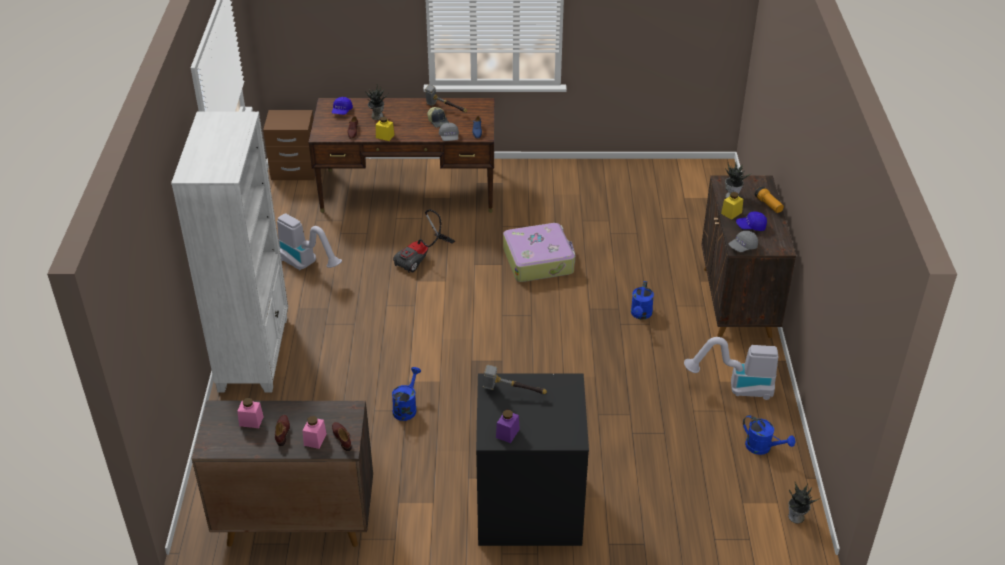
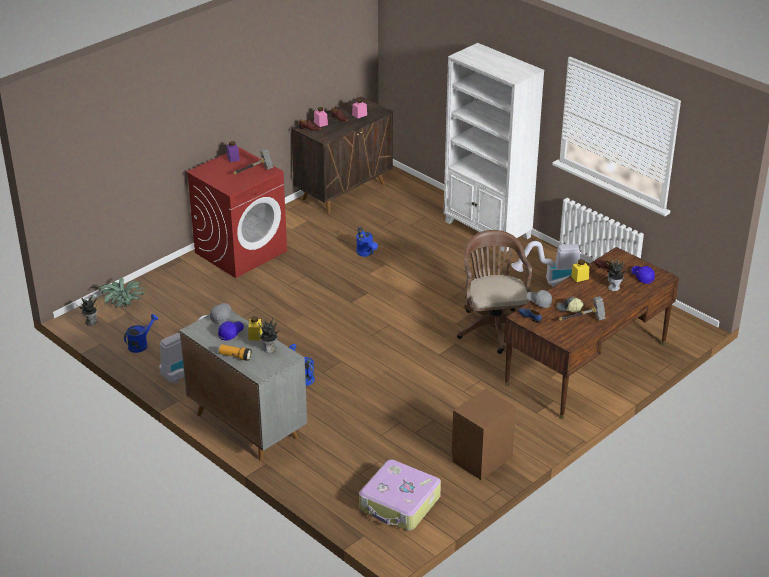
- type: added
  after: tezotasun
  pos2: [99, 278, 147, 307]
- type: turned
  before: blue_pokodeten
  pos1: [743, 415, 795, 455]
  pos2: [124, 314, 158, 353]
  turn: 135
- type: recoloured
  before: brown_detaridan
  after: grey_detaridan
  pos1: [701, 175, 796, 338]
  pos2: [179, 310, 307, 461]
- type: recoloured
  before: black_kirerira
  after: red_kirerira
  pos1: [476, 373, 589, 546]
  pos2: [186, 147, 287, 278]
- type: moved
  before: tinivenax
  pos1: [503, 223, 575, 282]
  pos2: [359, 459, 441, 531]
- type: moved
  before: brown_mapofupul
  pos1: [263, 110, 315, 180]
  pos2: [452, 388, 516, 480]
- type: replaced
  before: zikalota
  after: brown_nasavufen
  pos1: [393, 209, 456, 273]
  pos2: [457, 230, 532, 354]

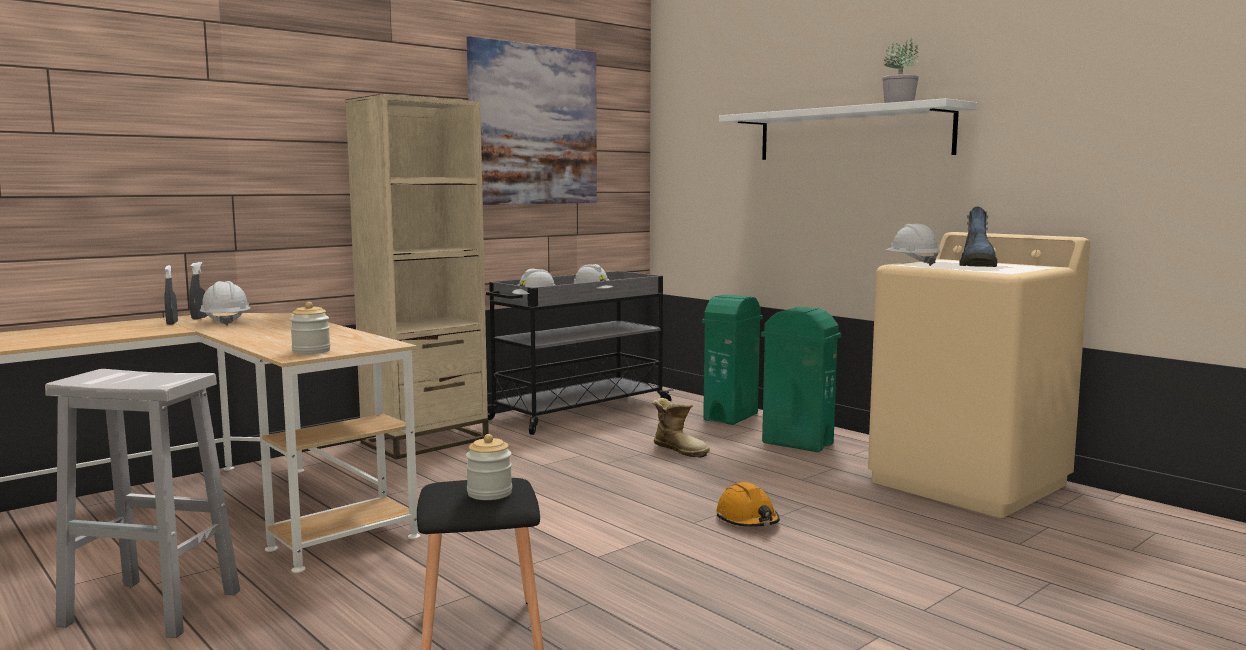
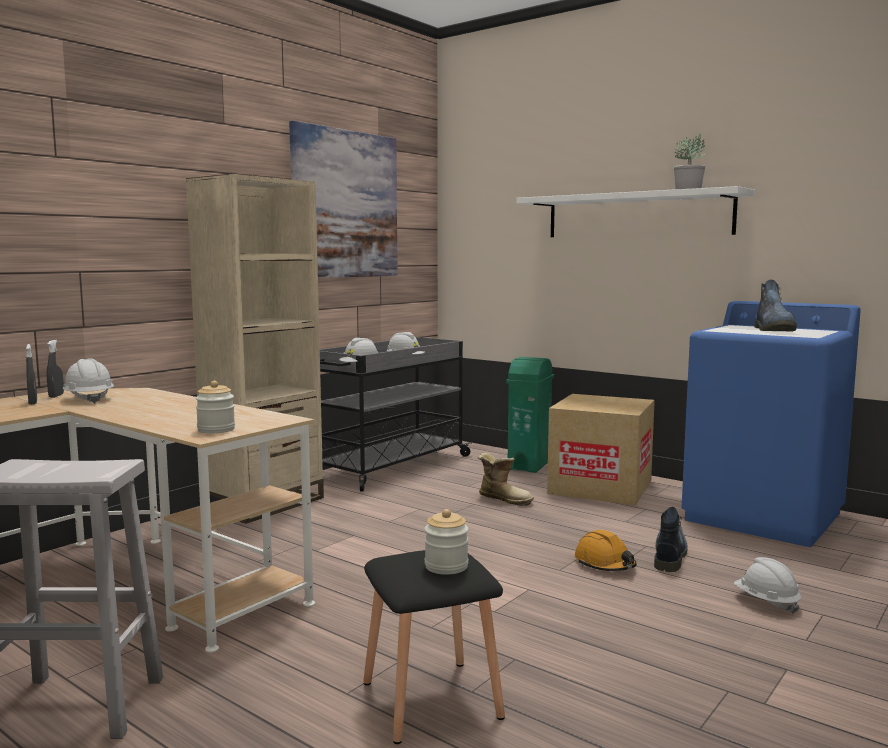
- type: replaced
  before: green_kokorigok
  after: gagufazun
  pos1: [761, 307, 841, 452]
  pos2: [547, 394, 655, 506]
- type: added
  after: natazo
  pos2: [654, 507, 688, 572]
- type: recoloured
  before: beige_kirerira
  after: blue_kirerira
  pos1: [868, 232, 1090, 518]
  pos2: [682, 301, 861, 547]
- type: moved
  before: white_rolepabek
  pos1: [885, 224, 940, 266]
  pos2: [734, 557, 801, 614]

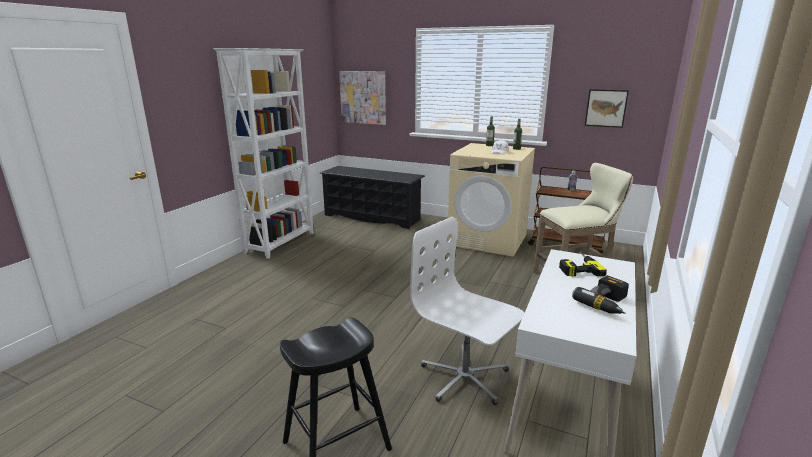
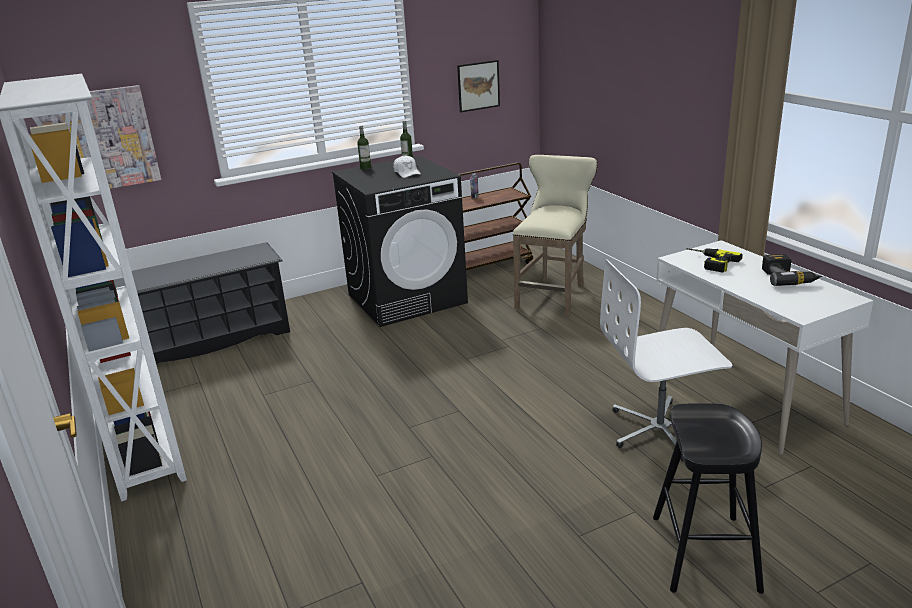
- type: recoloured
  before: beige_kirerira
  after: black_kirerira
  pos1: [447, 143, 535, 257]
  pos2: [332, 156, 468, 327]

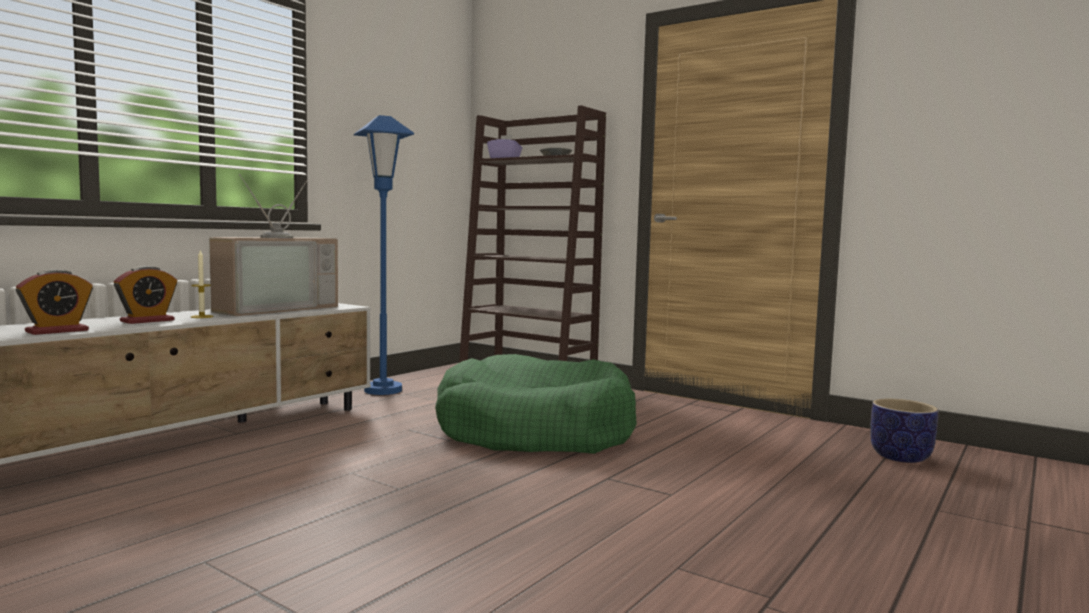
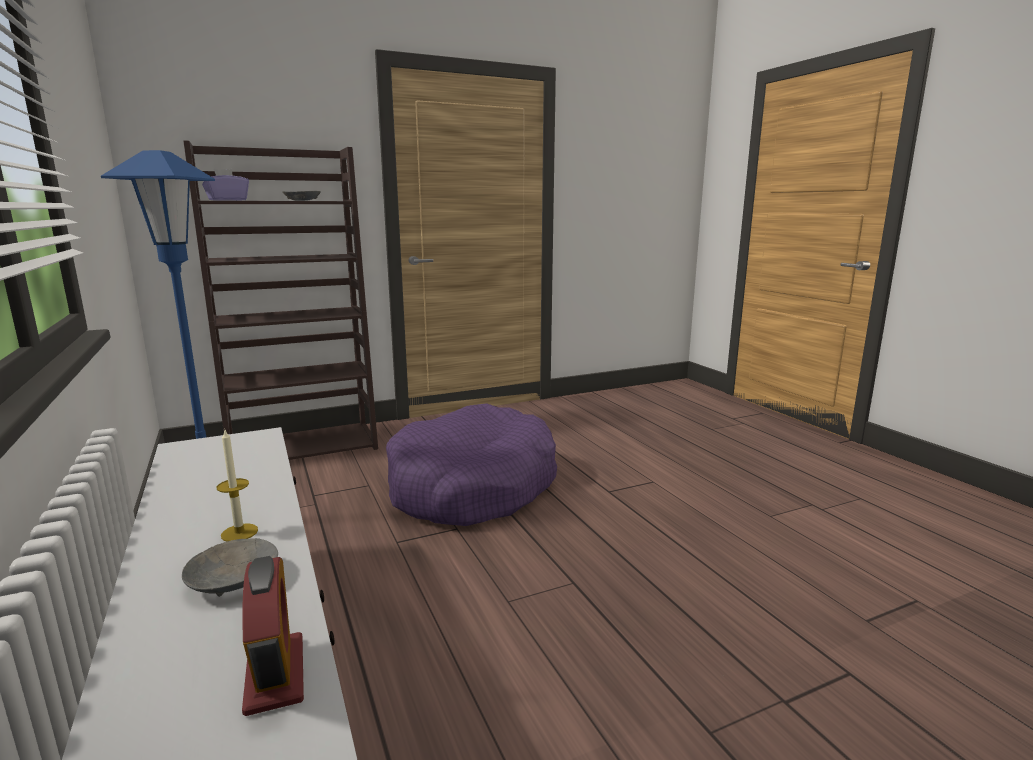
- type: replaced
  before: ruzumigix
  after: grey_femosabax
  pos1: [114, 266, 177, 324]
  pos2: [182, 538, 278, 597]
- type: recoloured
  before: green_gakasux
  after: purple_gakasux
  pos1: [435, 354, 637, 454]
  pos2: [386, 403, 557, 526]
- type: removed
  before: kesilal
  pos1: [209, 174, 338, 316]
- type: removed
  before: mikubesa
  pos1: [870, 398, 938, 463]

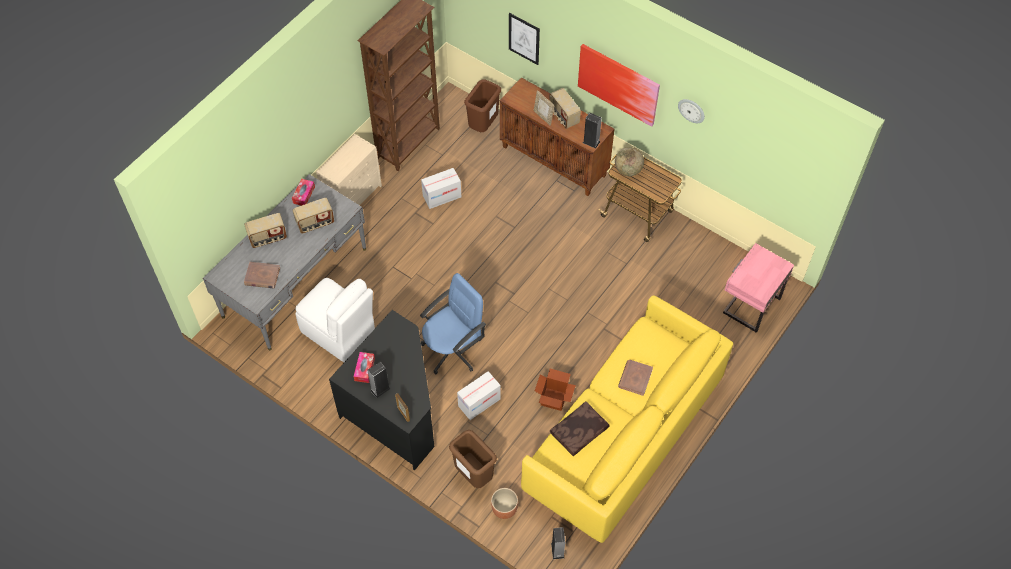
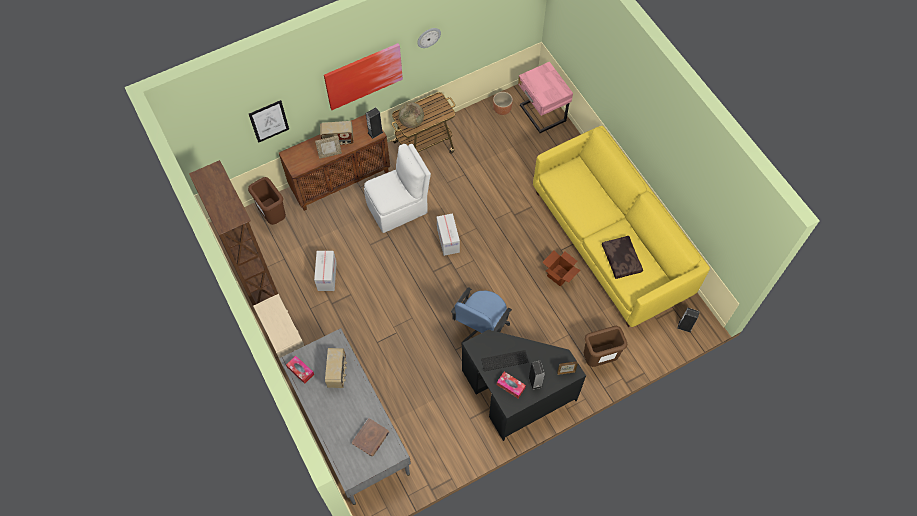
- type: moved
  before: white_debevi
  pos1: [295, 278, 375, 362]
  pos2: [364, 144, 431, 233]
- type: moved
  before: gagufazun
  pos1: [457, 371, 501, 420]
  pos2: [437, 213, 460, 256]
- type: turned
  before: blue_nasavufen
  pos1: [420, 273, 486, 375]
  pos2: [451, 287, 512, 345]
  turn: -135
- type: added
  after: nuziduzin
  pos2: [481, 350, 529, 371]
- type: moved
  before: brown_mikubesa
  pos1: [491, 488, 518, 519]
  pos2: [493, 92, 513, 115]
- type: removed
  before: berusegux
  pos1: [244, 213, 287, 248]
- type: removed
  before: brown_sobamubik
  pos1: [618, 360, 653, 396]

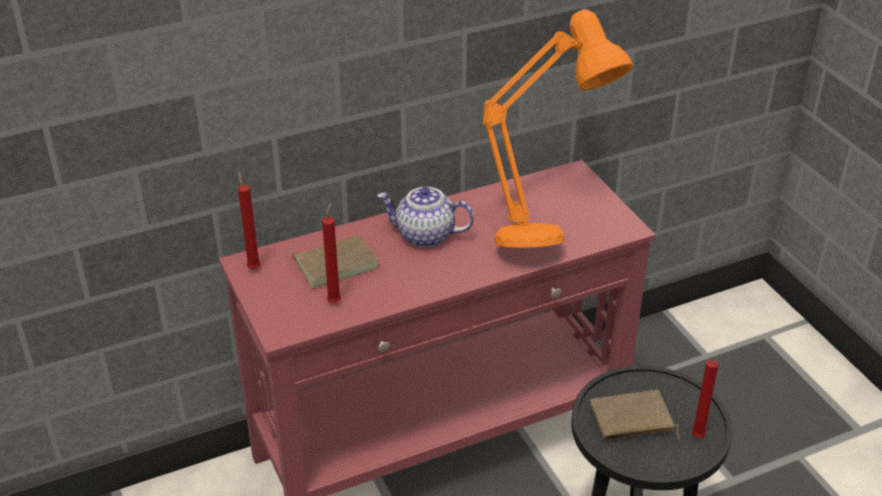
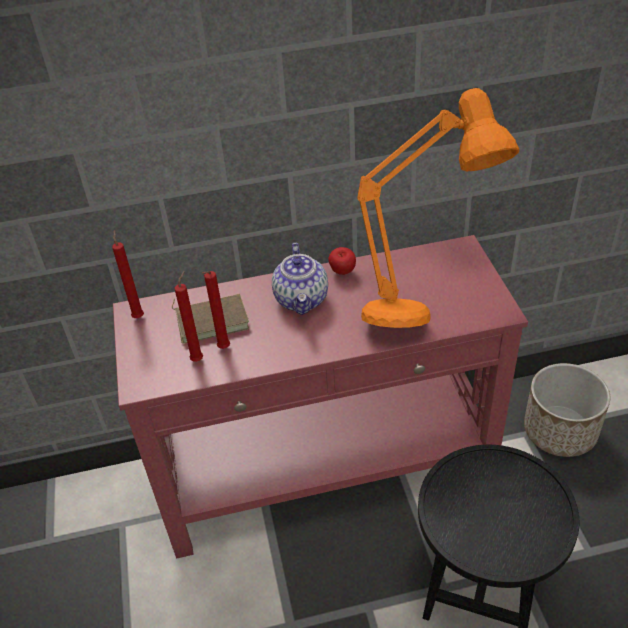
- type: moved
  before: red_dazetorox
  pos1: [692, 360, 718, 437]
  pos2: [202, 271, 230, 349]
- type: turned
  before: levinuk
  pos1: [377, 187, 474, 247]
  pos2: [272, 243, 328, 315]
  turn: -120
- type: added
  after: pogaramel
  pos2: [328, 247, 356, 275]
- type: added
  after: mikubesa
  pos2: [524, 363, 610, 457]
- type: removed
  before: brown_sobamubik
  pos1: [591, 390, 679, 440]

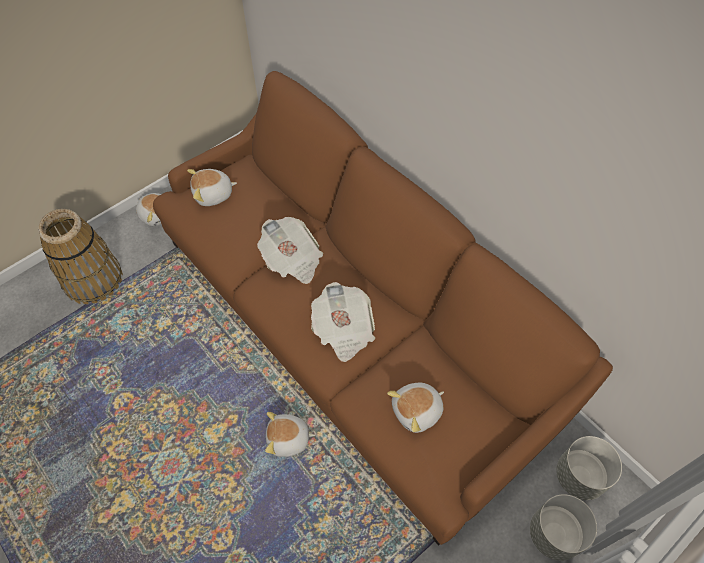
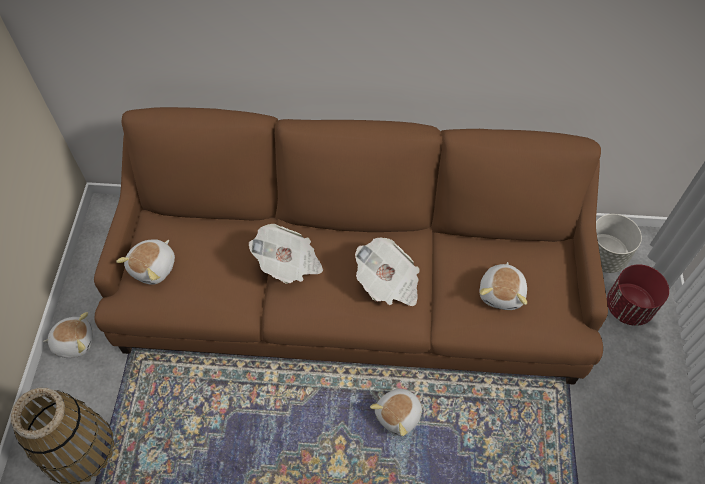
- type: recoloured
  before: grey_mikubesa
  after: red_mikubesa
  pos1: [530, 494, 597, 561]
  pos2: [607, 264, 669, 326]

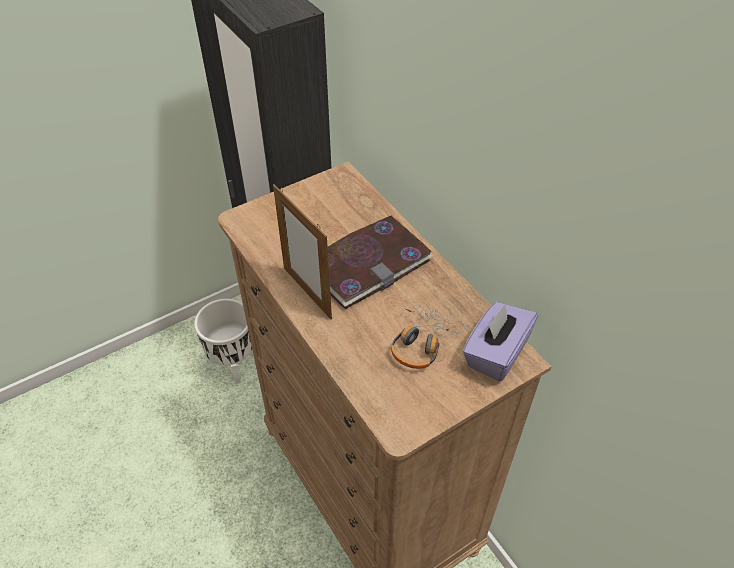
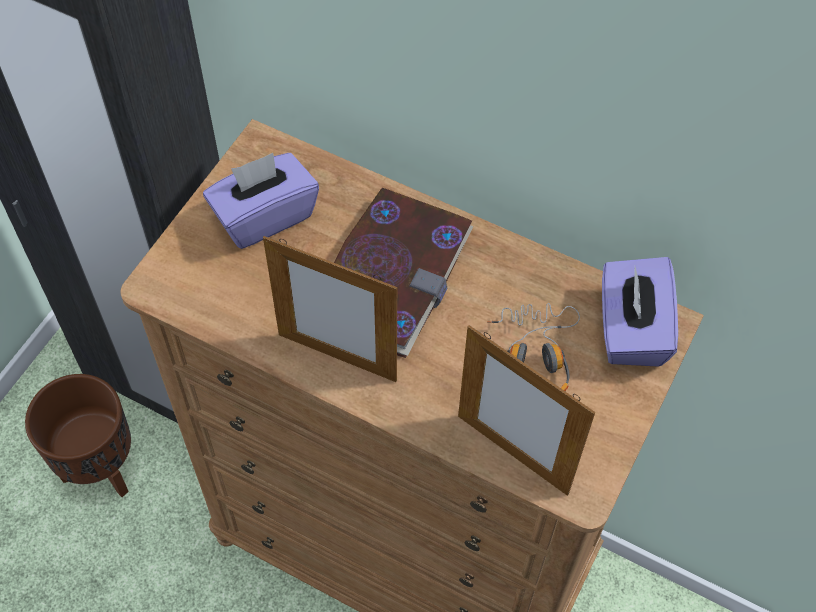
- type: recoloured
  before: white_mikubesa
  after: brown_mikubesa
  pos1: [194, 299, 253, 384]
  pos2: [25, 374, 131, 497]
- type: added
  after: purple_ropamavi
  pos2: [203, 153, 319, 249]
- type: added
  after: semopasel
  pos2: [458, 325, 595, 496]

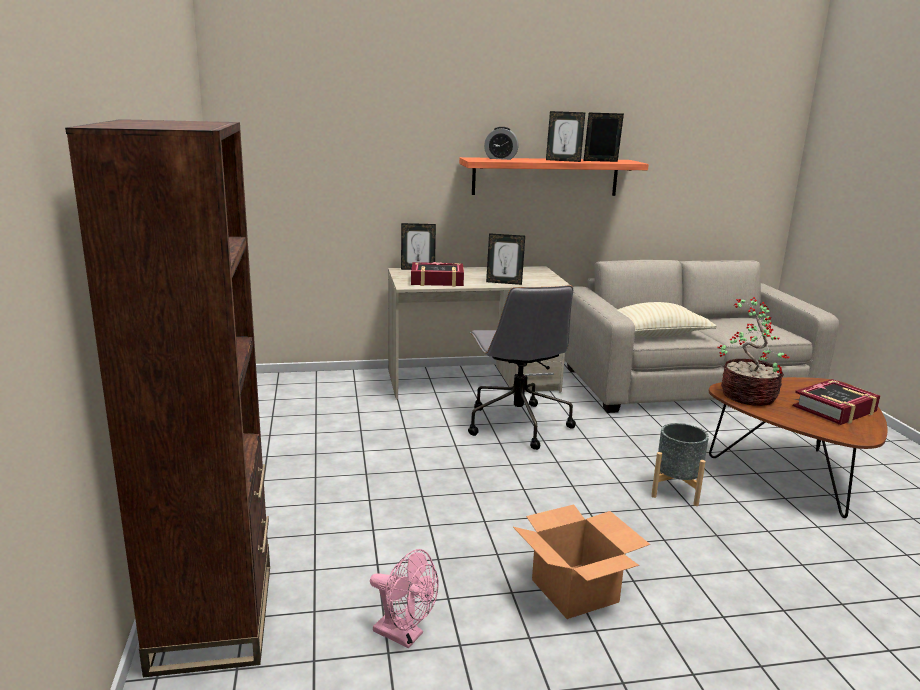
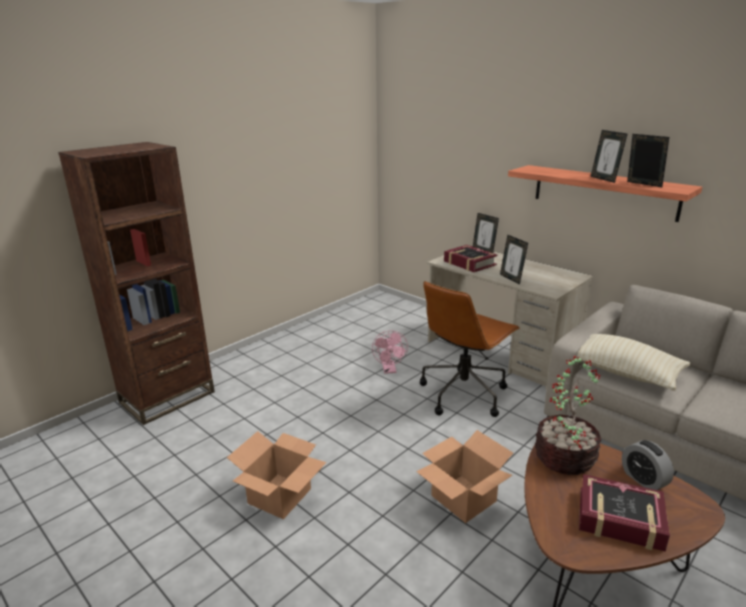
- type: moved
  before: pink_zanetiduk
  pos1: [370, 549, 439, 648]
  pos2: [372, 330, 408, 374]
- type: replaced
  before: grey_mikubesa
  after: gagufazun
  pos1: [651, 423, 709, 506]
  pos2: [416, 430, 513, 523]
- type: recoloured
  before: grey_nasavufen
  after: brown_nasavufen
  pos1: [468, 285, 576, 450]
  pos2: [420, 281, 520, 417]
- type: moved
  before: ruzumigix
  pos1: [484, 127, 519, 160]
  pos2: [622, 440, 674, 490]

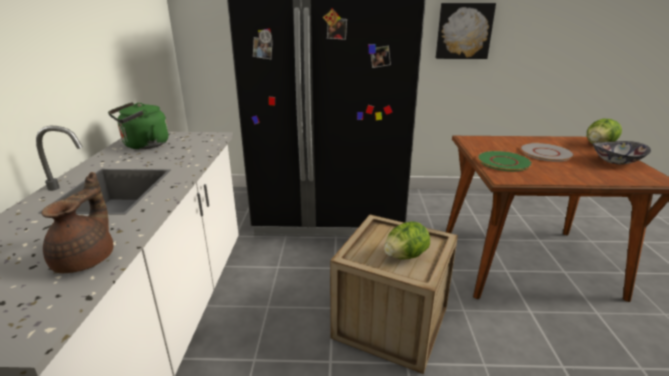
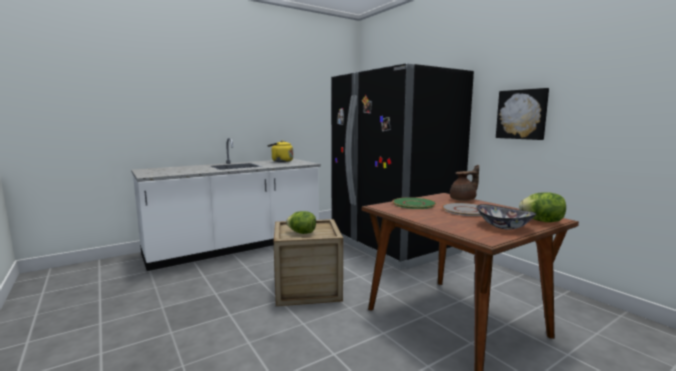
- type: recoloured
  before: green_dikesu
  after: yellow_dikesu
  pos1: [108, 102, 169, 149]
  pos2: [267, 141, 293, 162]
- type: moved
  before: brown_levinuk
  pos1: [41, 172, 114, 273]
  pos2: [450, 165, 479, 201]

